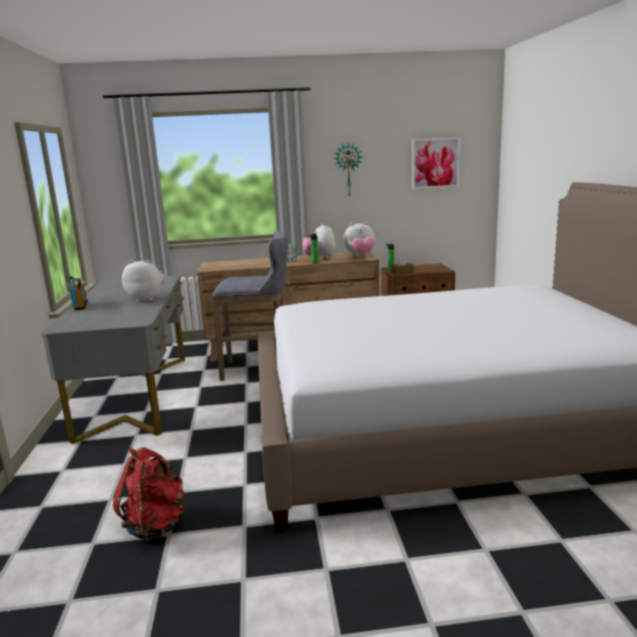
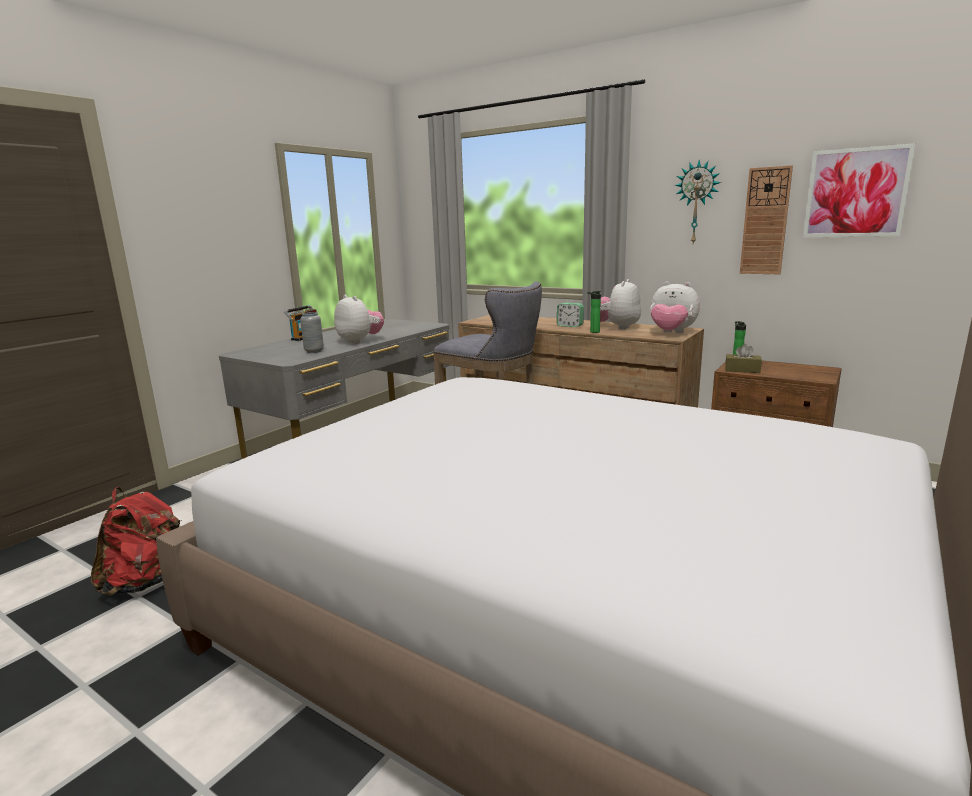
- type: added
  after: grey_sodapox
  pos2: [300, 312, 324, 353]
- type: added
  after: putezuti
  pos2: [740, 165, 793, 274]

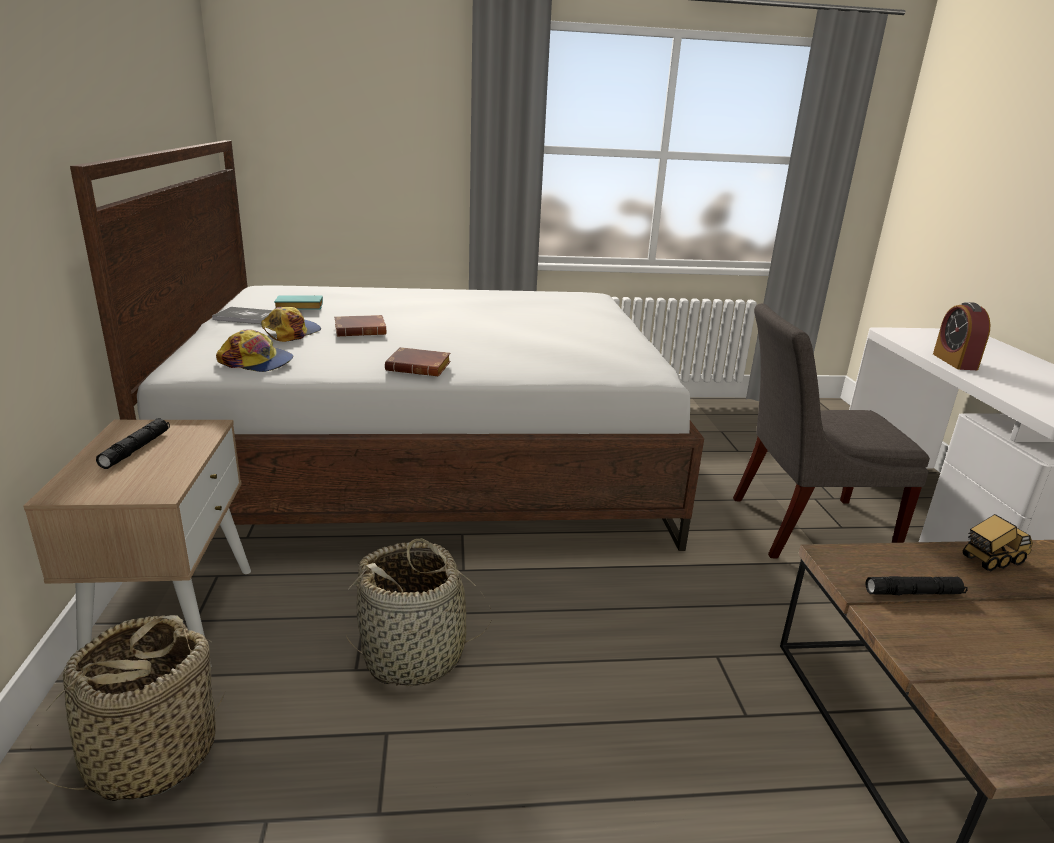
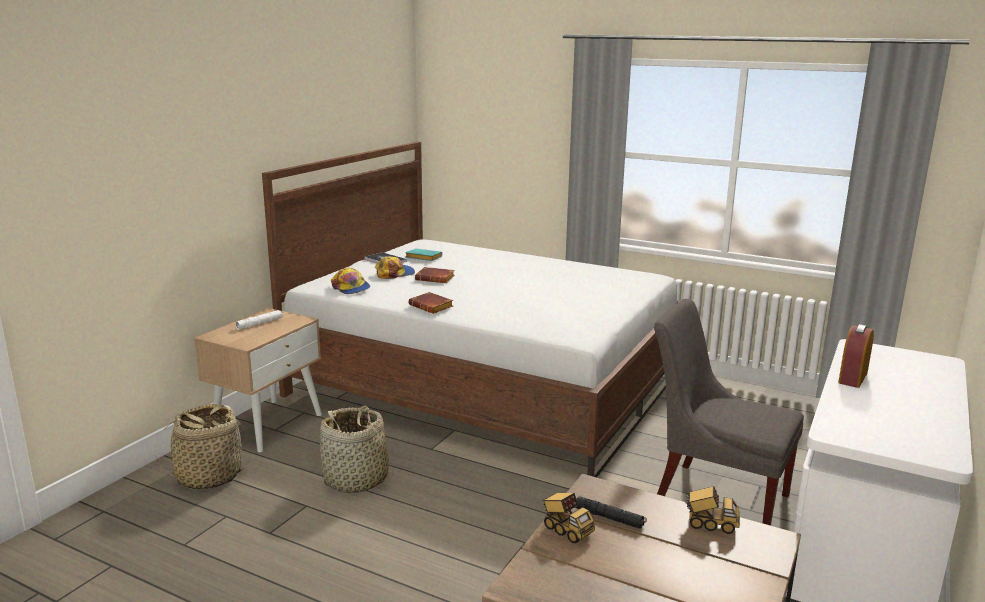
- type: recoloured
  before: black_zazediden
  after: white_zazediden
  pos1: [96, 418, 170, 469]
  pos2: [235, 310, 284, 330]
- type: added
  after: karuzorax
  pos2: [542, 493, 595, 543]

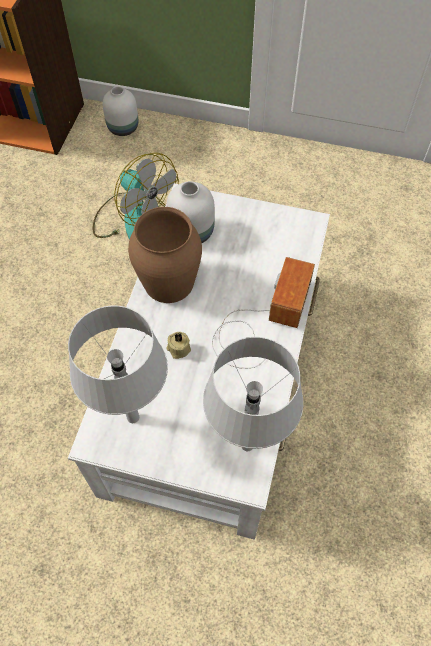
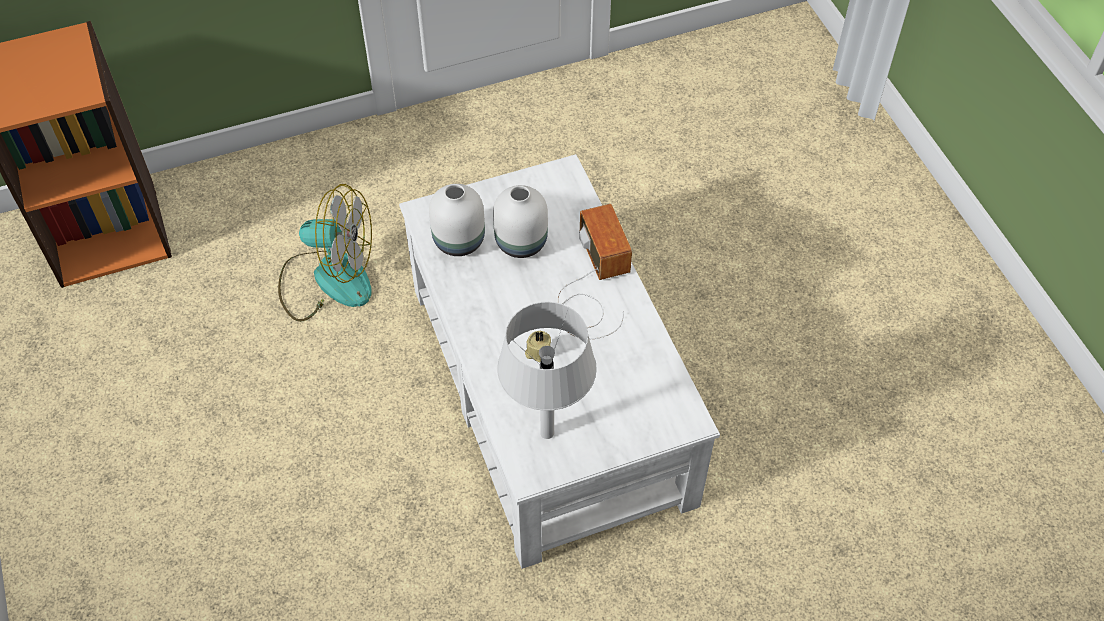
- type: moved
  before: white_sodapox
  pos1: [102, 86, 138, 136]
  pos2: [493, 185, 548, 258]
- type: removed
  before: brown_sodapox
  pos1: [128, 207, 202, 303]
- type: removed
  before: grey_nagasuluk
  pos1: [203, 337, 303, 451]

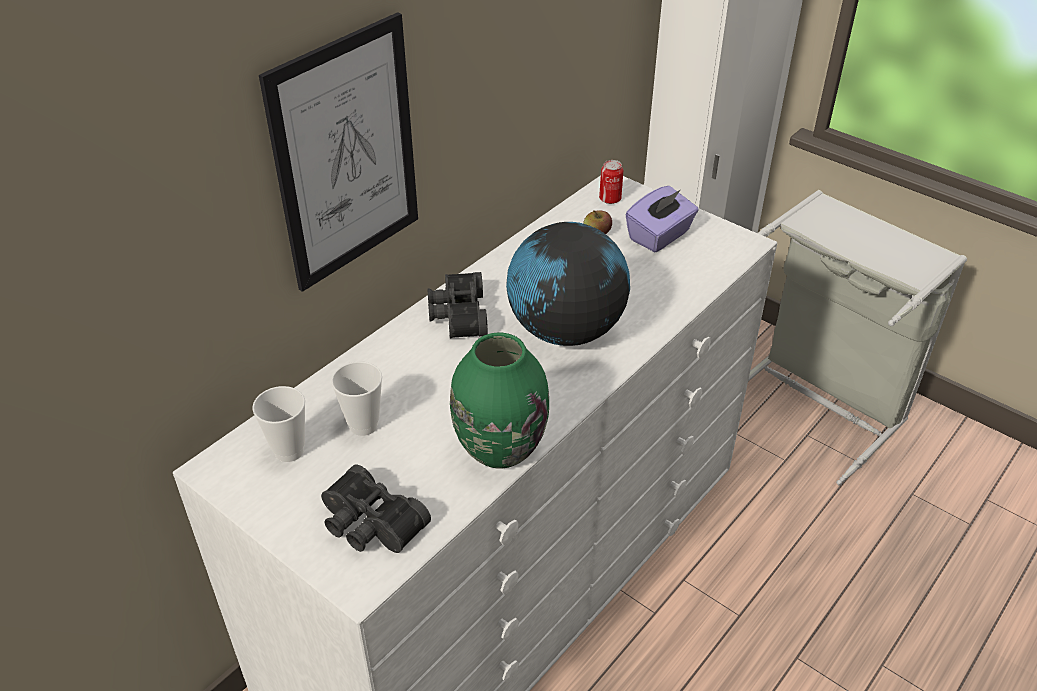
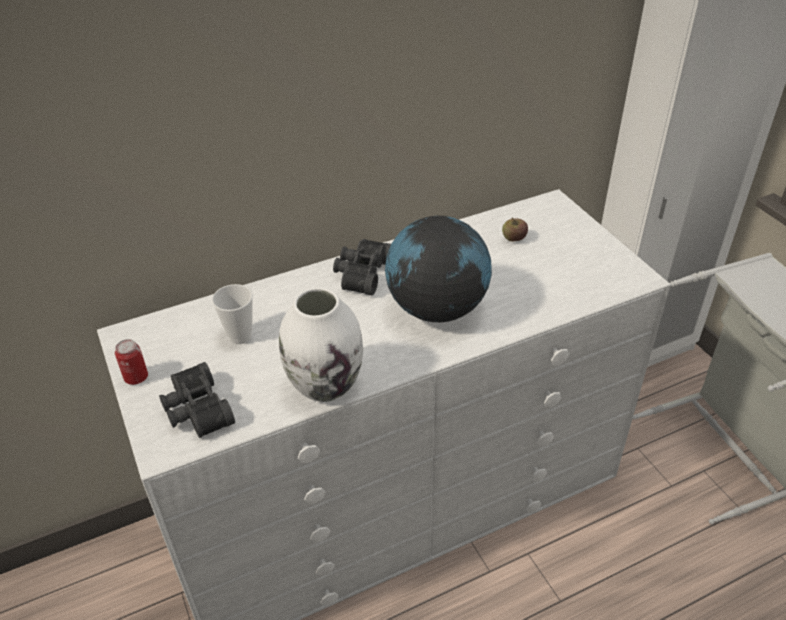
- type: moved
  before: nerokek
  pos1: [599, 160, 623, 204]
  pos2: [115, 339, 148, 385]
- type: recoloured
  before: green_sodapox
  after: white_sodapox
  pos1: [450, 332, 549, 469]
  pos2: [279, 287, 363, 402]
- type: removed
  before: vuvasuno
  pos1: [252, 386, 305, 462]
- type: removed
  before: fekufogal
  pos1: [259, 12, 418, 292]
- type: removed
  before: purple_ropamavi
  pos1: [625, 186, 698, 252]

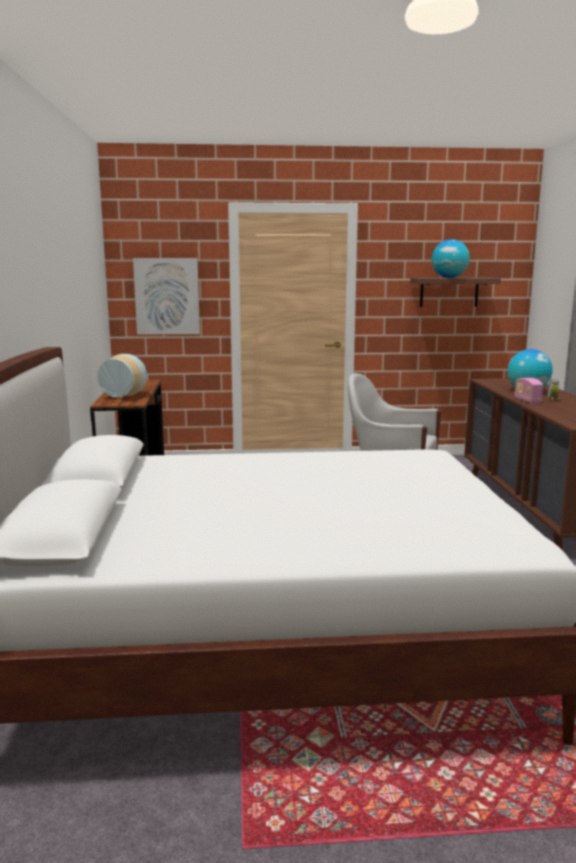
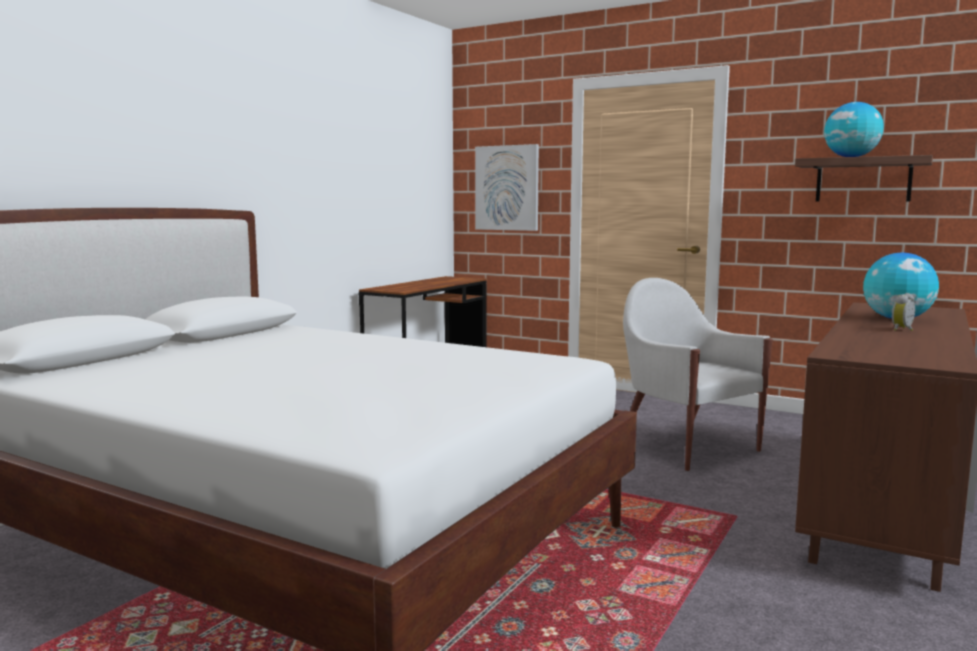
- type: removed
  before: sodapox
  pos1: [97, 354, 147, 397]
- type: removed
  before: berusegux
  pos1: [514, 378, 543, 404]

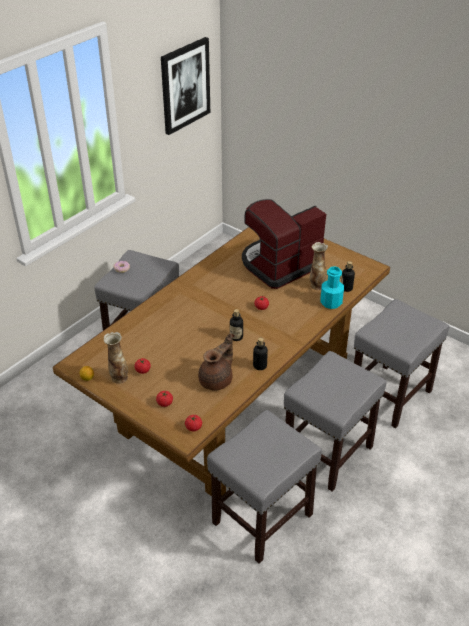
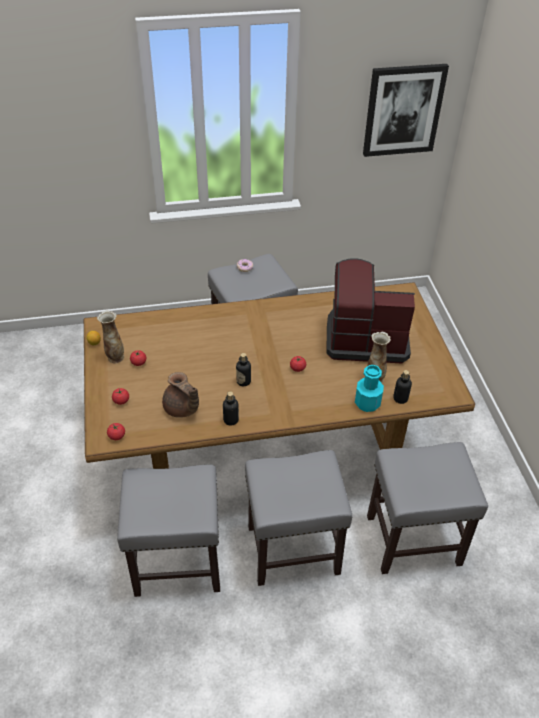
- type: turned
  before: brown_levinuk
  pos1: [198, 333, 233, 390]
  pos2: [162, 372, 199, 418]
  turn: 60

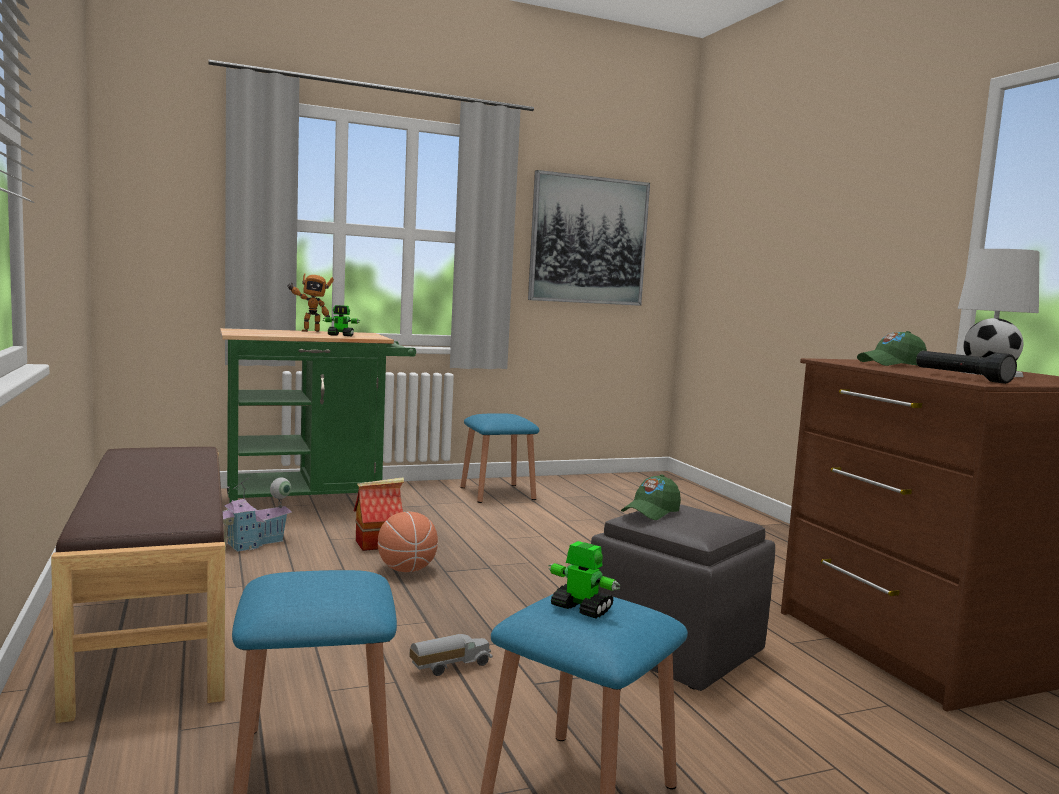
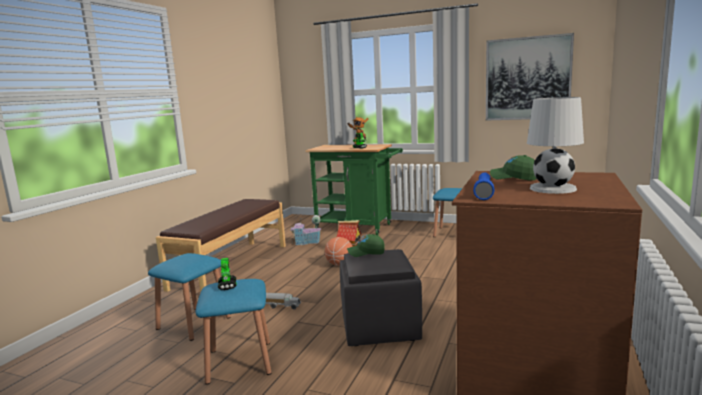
- type: recoloured
  before: black_zazediden
  after: blue_zazediden
  pos1: [916, 351, 1017, 384]
  pos2: [473, 172, 495, 200]

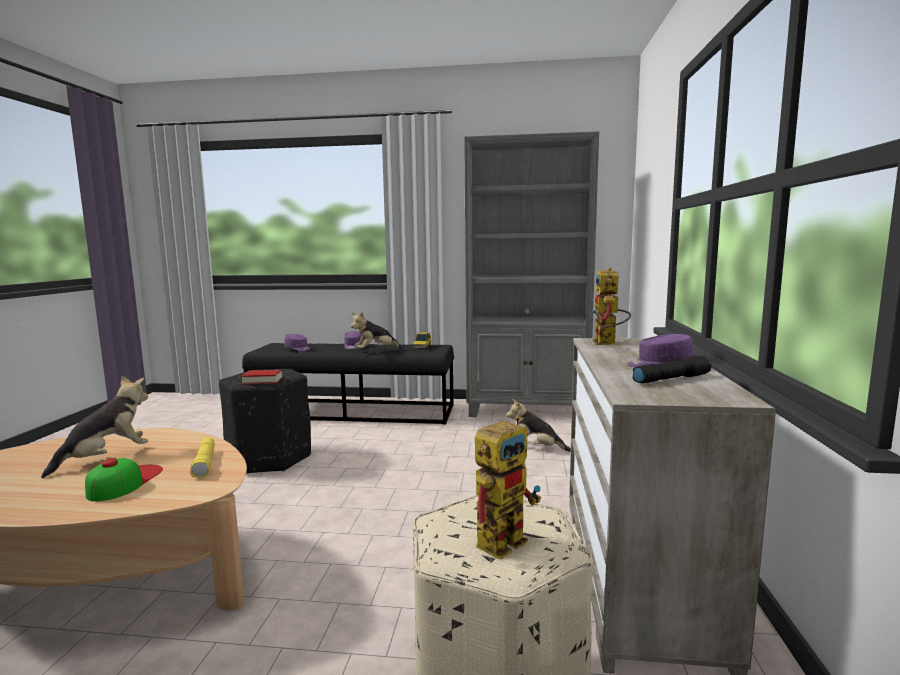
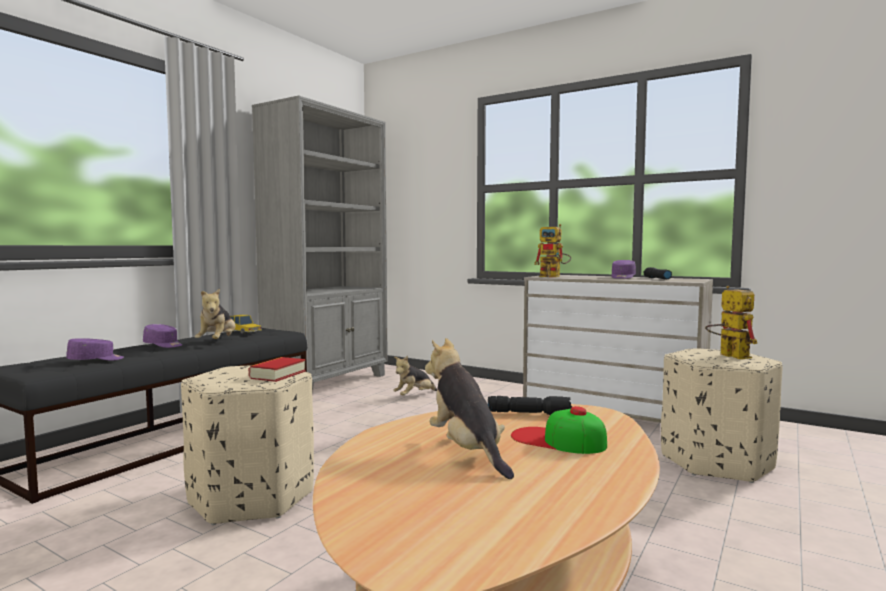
- type: recoloured
  before: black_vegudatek
  after: beige_vegudatek
  pos1: [219, 369, 311, 473]
  pos2: [181, 365, 314, 525]
- type: recoloured
  before: yellow_zazediden
  after: black_zazediden
  pos1: [190, 437, 215, 478]
  pos2: [488, 396, 572, 415]

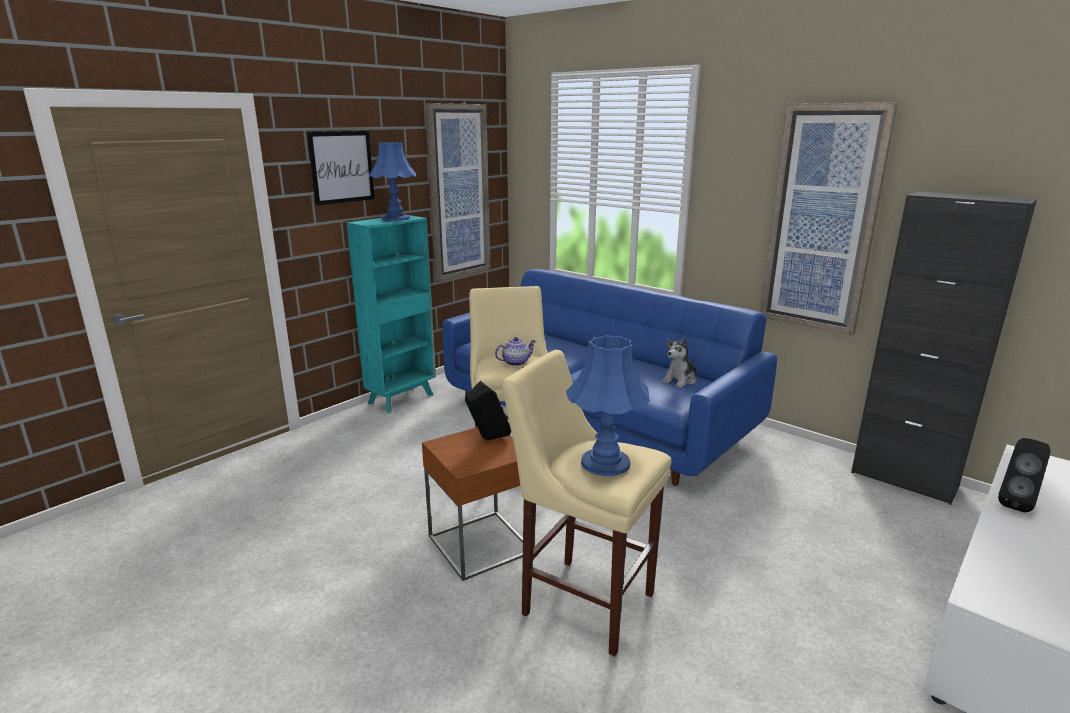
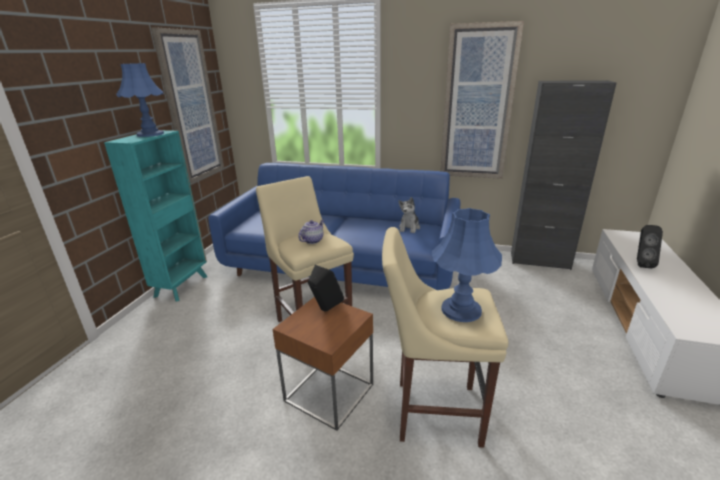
- type: removed
  before: fekufogal
  pos1: [307, 131, 375, 205]

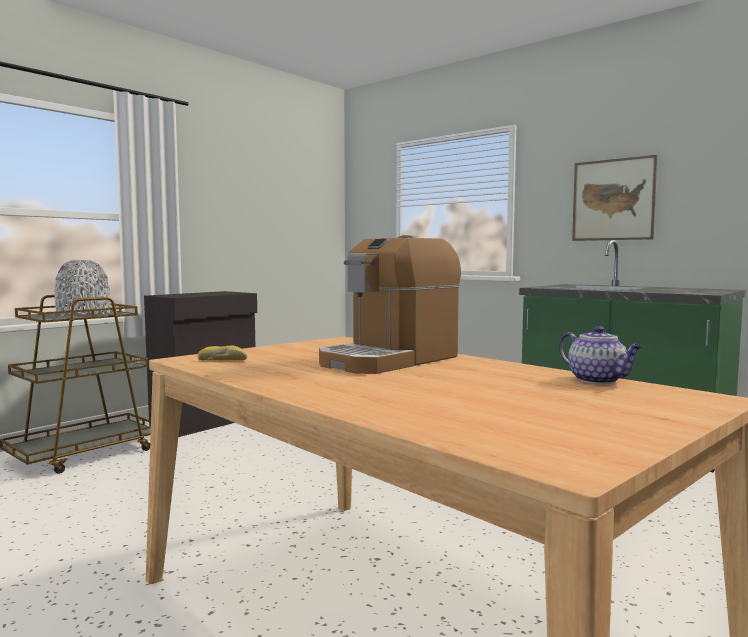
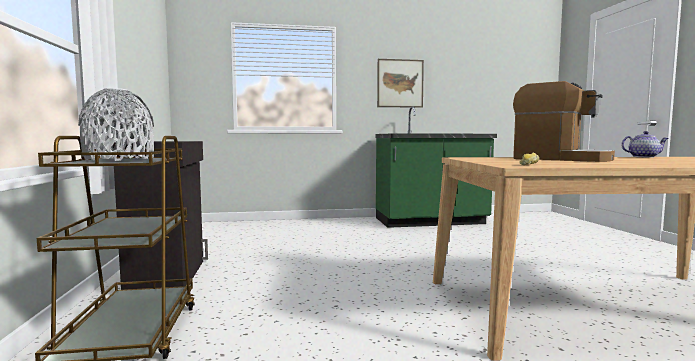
- type: turned
  before: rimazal
  pos1: [319, 235, 461, 374]
  pos2: [513, 81, 615, 162]
  turn: -45

